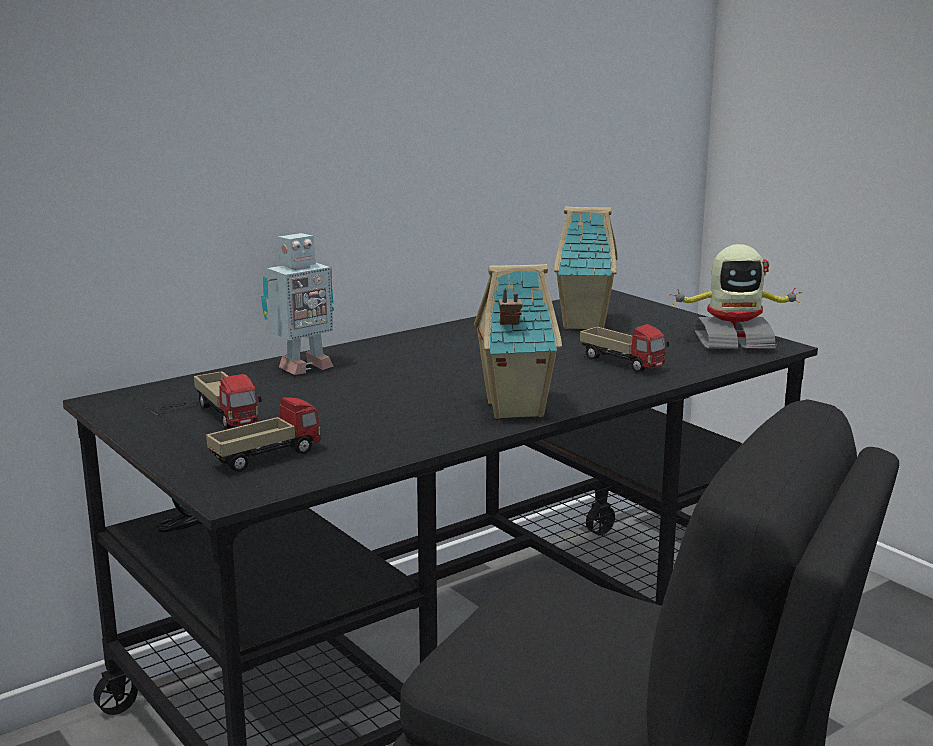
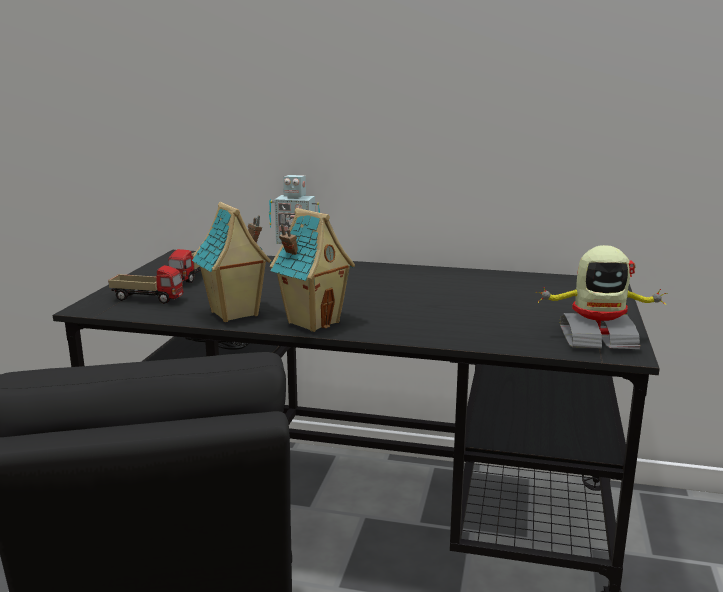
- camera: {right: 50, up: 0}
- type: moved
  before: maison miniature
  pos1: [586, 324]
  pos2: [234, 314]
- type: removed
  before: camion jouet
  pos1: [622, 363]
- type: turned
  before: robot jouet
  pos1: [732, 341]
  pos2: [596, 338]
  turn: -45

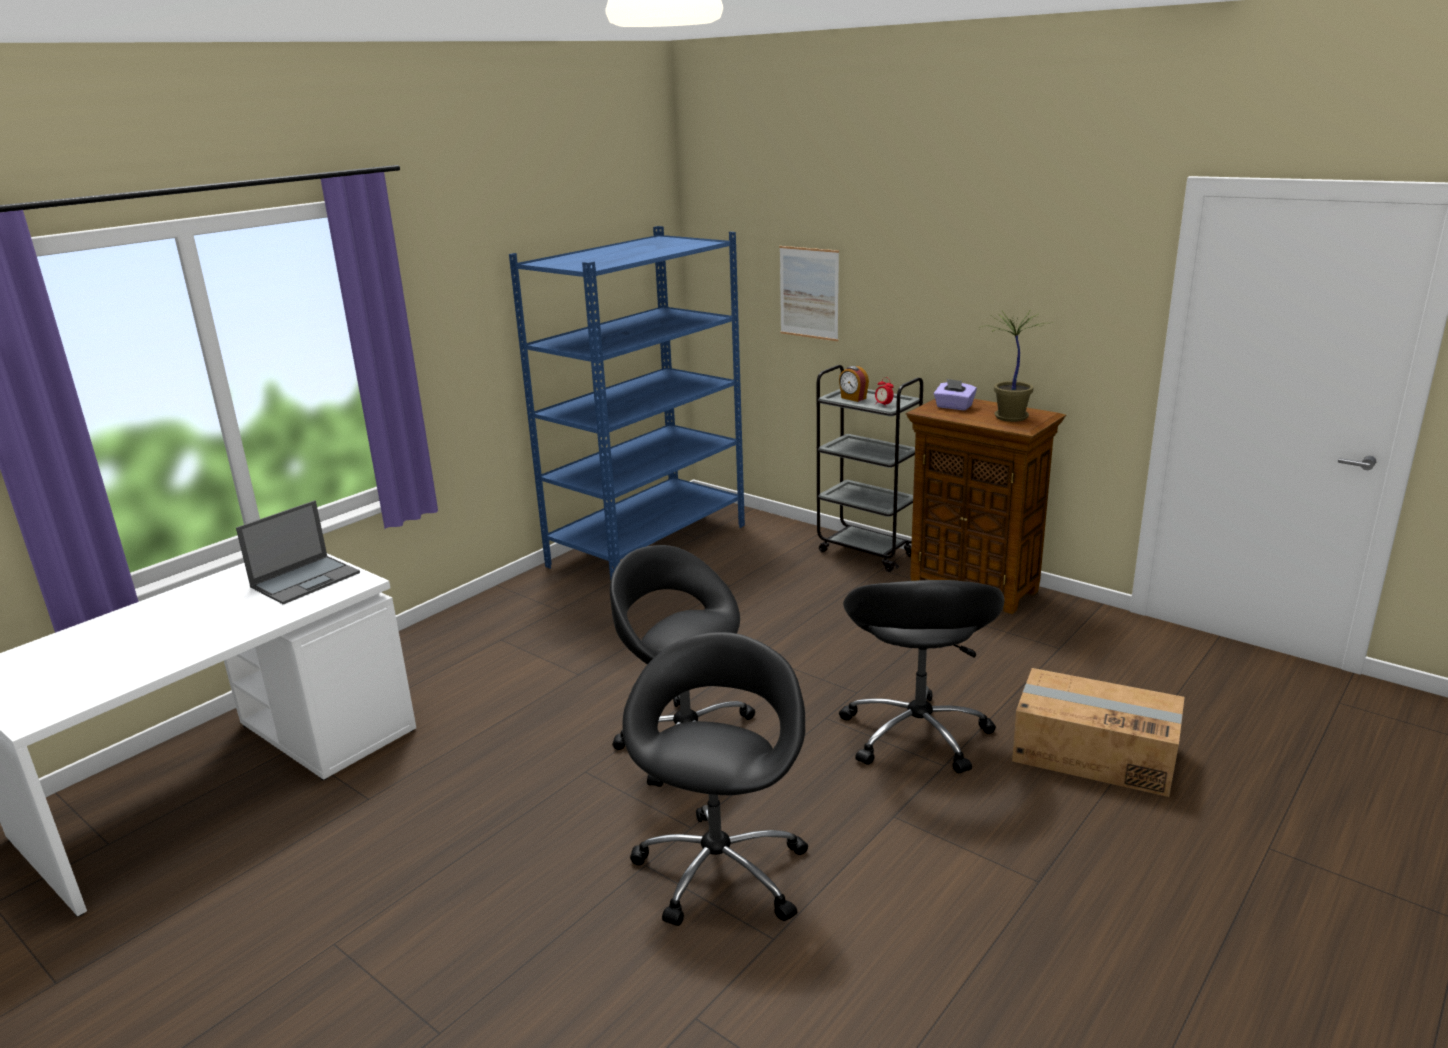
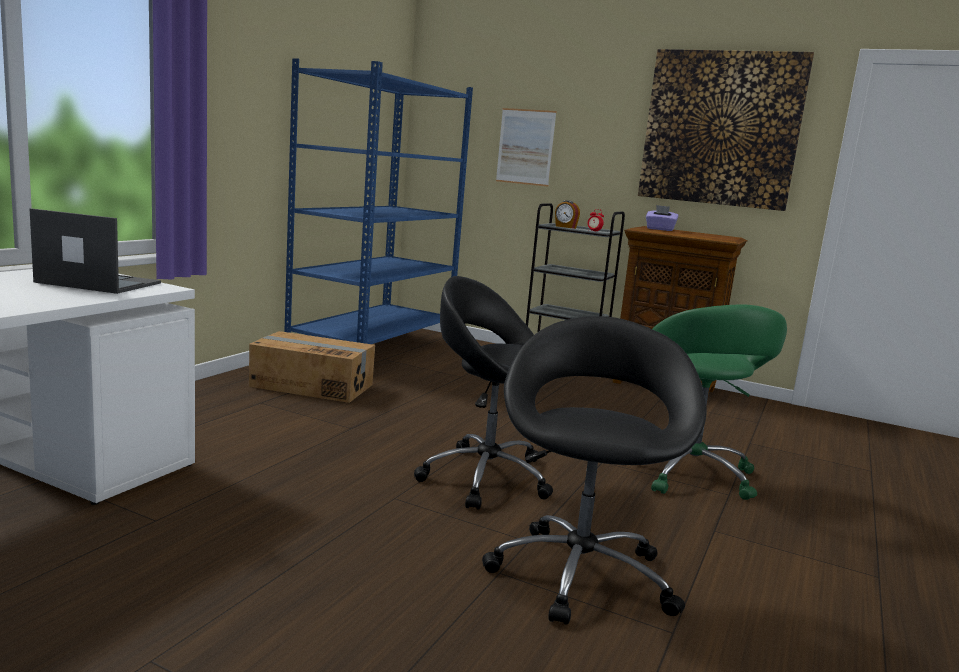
- camera: {right: -15, up: -10}
- type: turned
  before: ordinateur portable
  pos1: [306, 579]
  pos2: [97, 283]
  turn: -105
- type: recoloured
  before: chaise de bureau/noir
  after: chaise de bureau/vert
  pos1: [916, 737]
  pos2: [690, 475]
- type: removed
  before: plante en pot
  pos1: [1009, 417]
- type: moved
  before: carton
  pos1: [1094, 753]
  pos2: [312, 385]
- type: added
  after: tableau
  pos2: [720, 129]

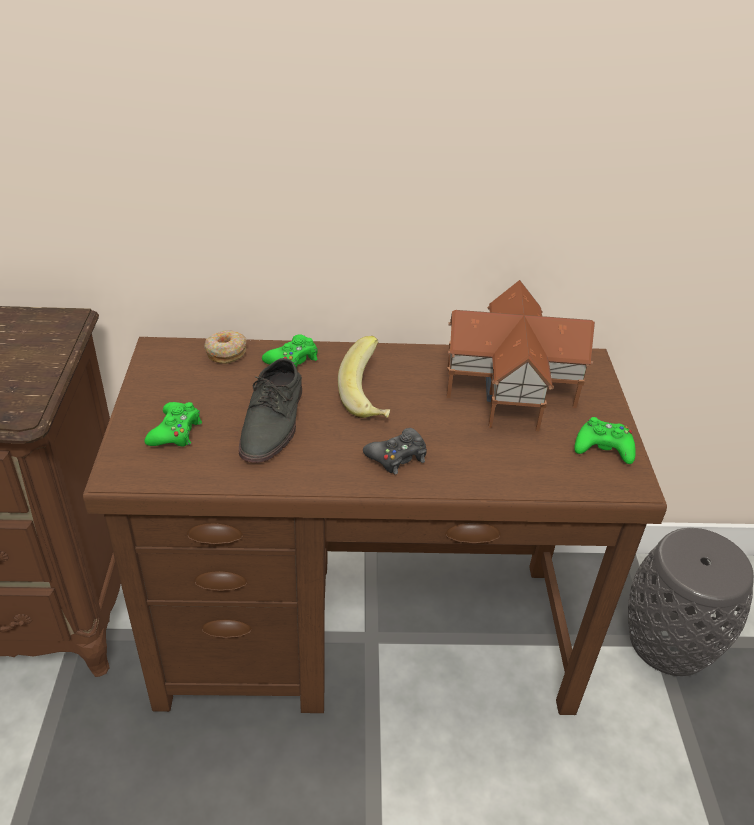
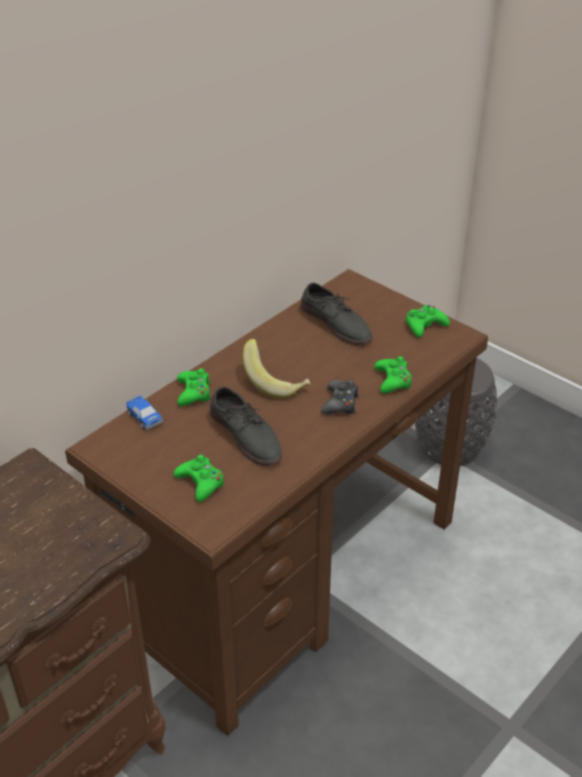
- camera: {right: -45, up: 0}
- type: replaced
  before: beignet
  after: petite voiture
  pos1: [226, 352]
  pos2: [144, 418]
- type: replaced
  before: maison miniature
  after: chaussure/gris
  pos1: [512, 386]
  pos2: [336, 323]
- type: added
  after: manette/vert
  pos2: [393, 380]

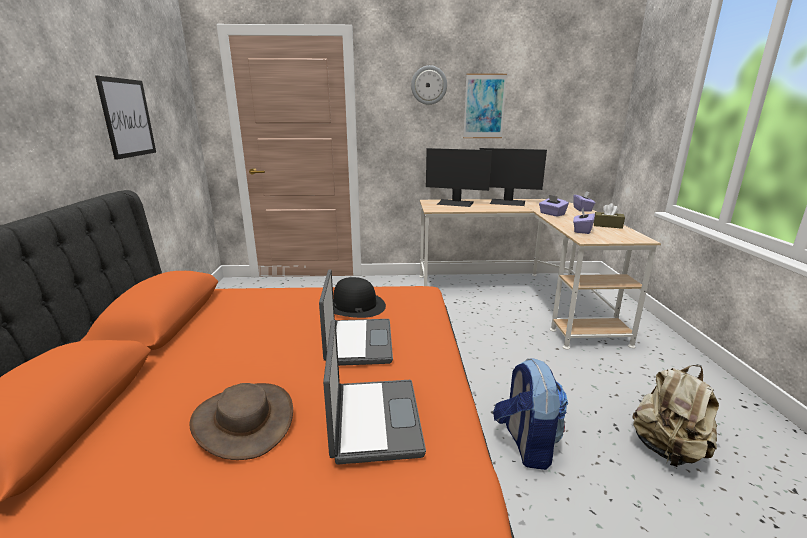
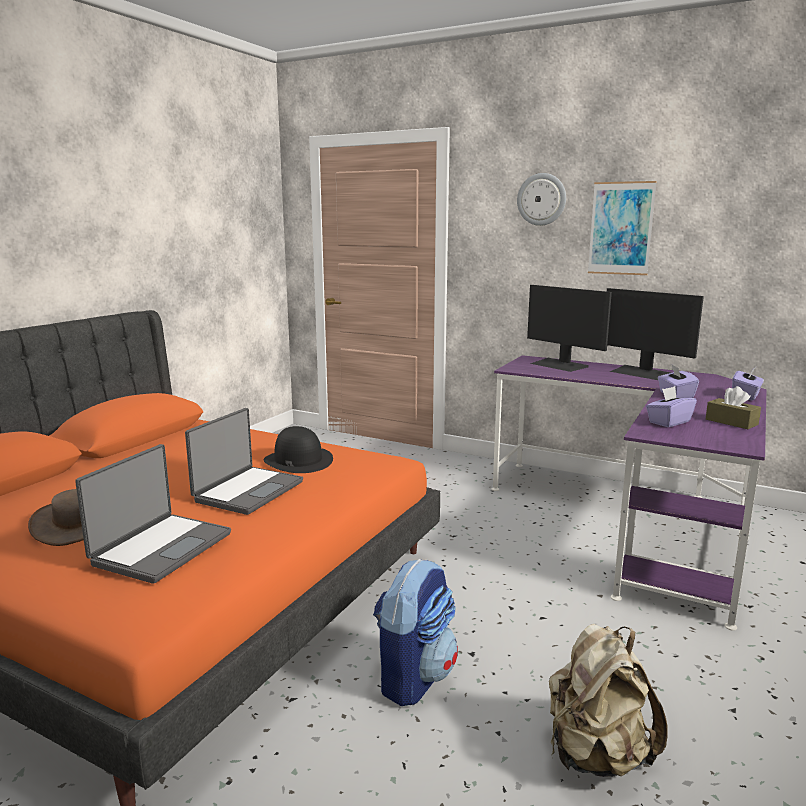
- camera: {right: 30, up: -5}
- type: removed
  before: tableau
  pos1: [127, 118]
- type: recoloured
  before: bureau/beige
  after: bureau/violet
  pos1: [521, 297]
  pos2: [634, 521]

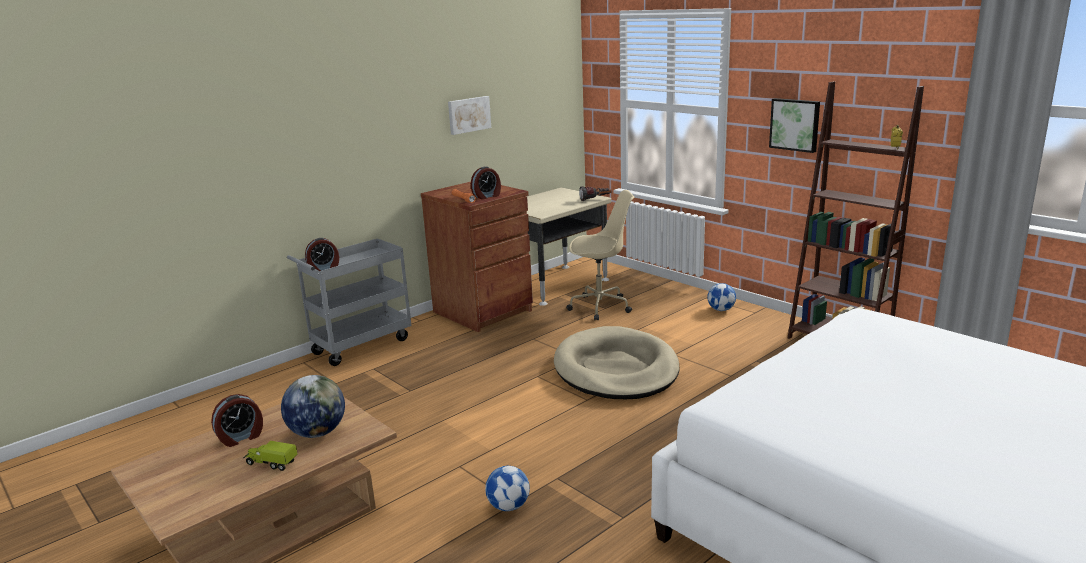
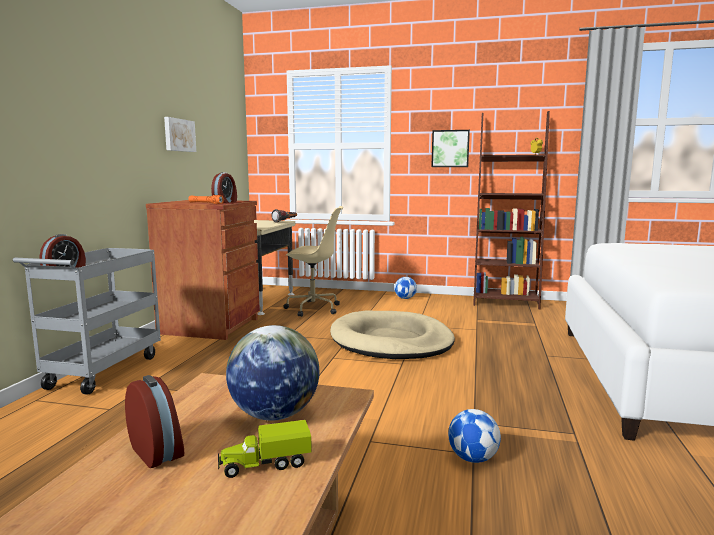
- camera: {right: -35, up: -10}
- type: turned
  before: réveil
  pos1: [241, 437]
  pos2: [158, 451]
  turn: -60
- type: turned
  before: chaise de bureau/beige
  pos1: [601, 307]
  pos2: [315, 309]
  turn: 45

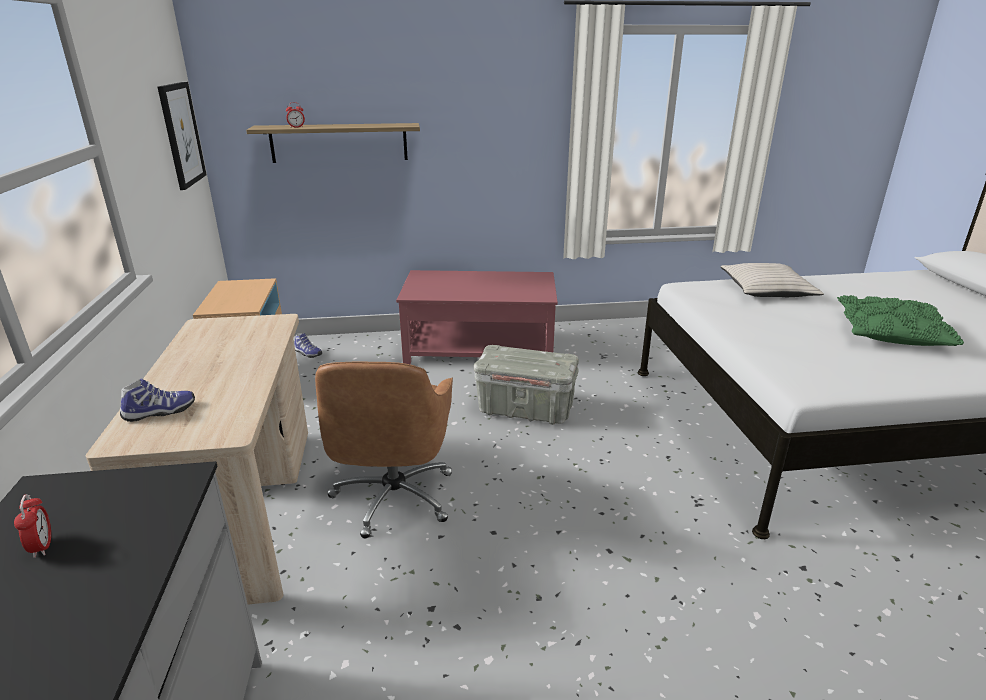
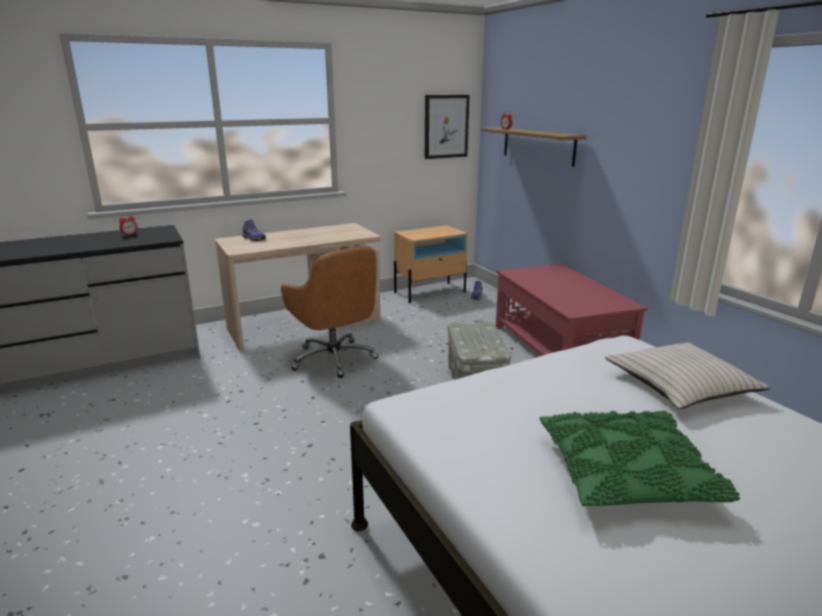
- camera: {right: 70, up: -5}
- type: turned
  before: chaise de bureau/marron
  pos1: [393, 497]
  pos2: [333, 359]
  turn: -105

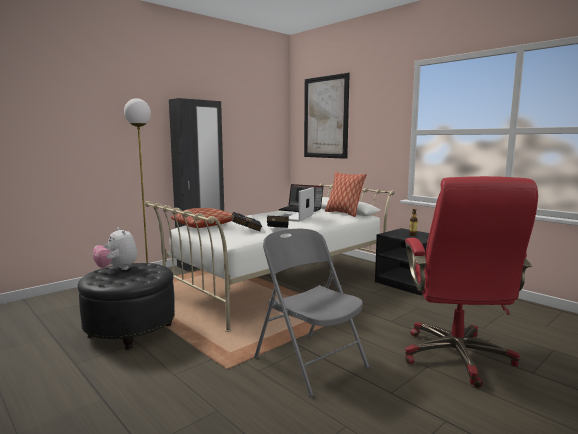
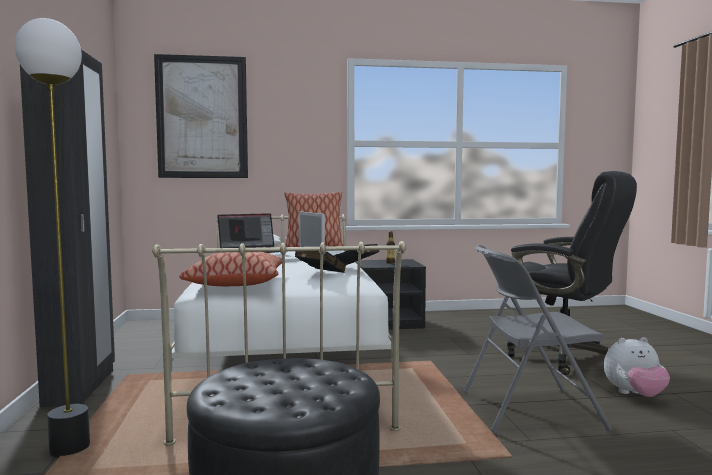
- camera: {right: -55, up: -5}
- type: moved
  before: peluche
  pos1: [117, 269]
  pos2: [634, 395]
- type: recoloured
  before: chaise de bureau/rouge
  after: chaise de bureau/noir
  pos1: [454, 354]
  pos2: [561, 356]

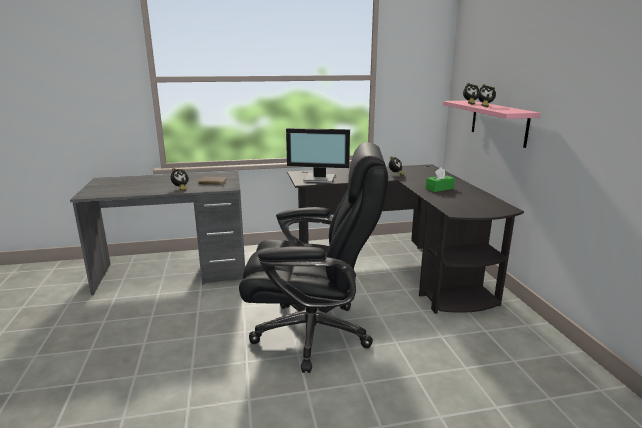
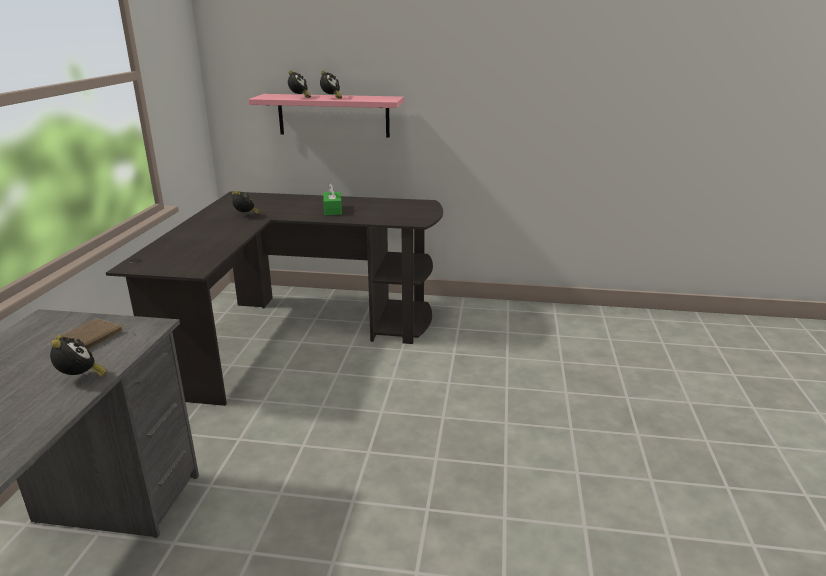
- camera: {right: -70, up: 5}
- type: removed
  before: chaise de bureau/noir
  pos1: [312, 333]
- type: removed
  before: écran d'ordinateur
  pos1: [320, 179]

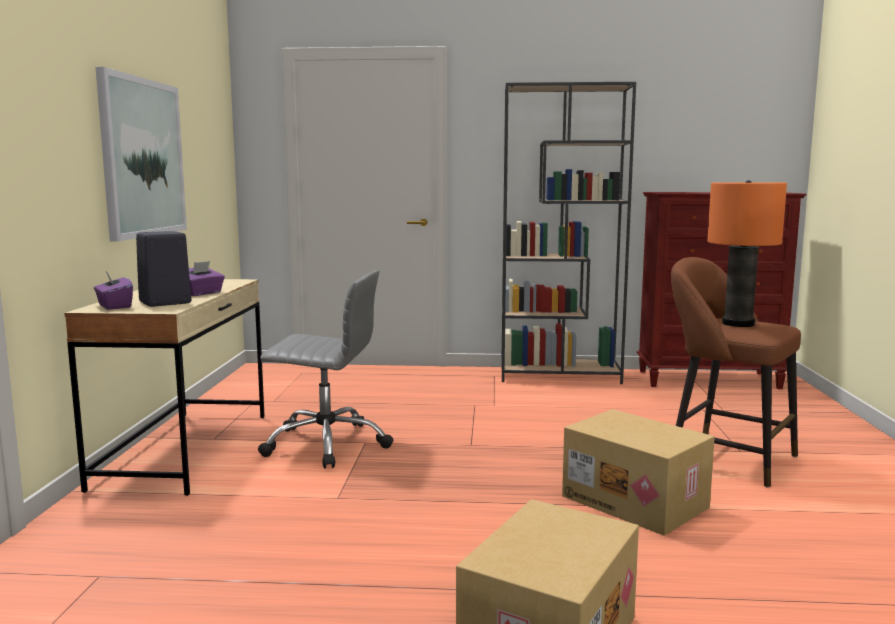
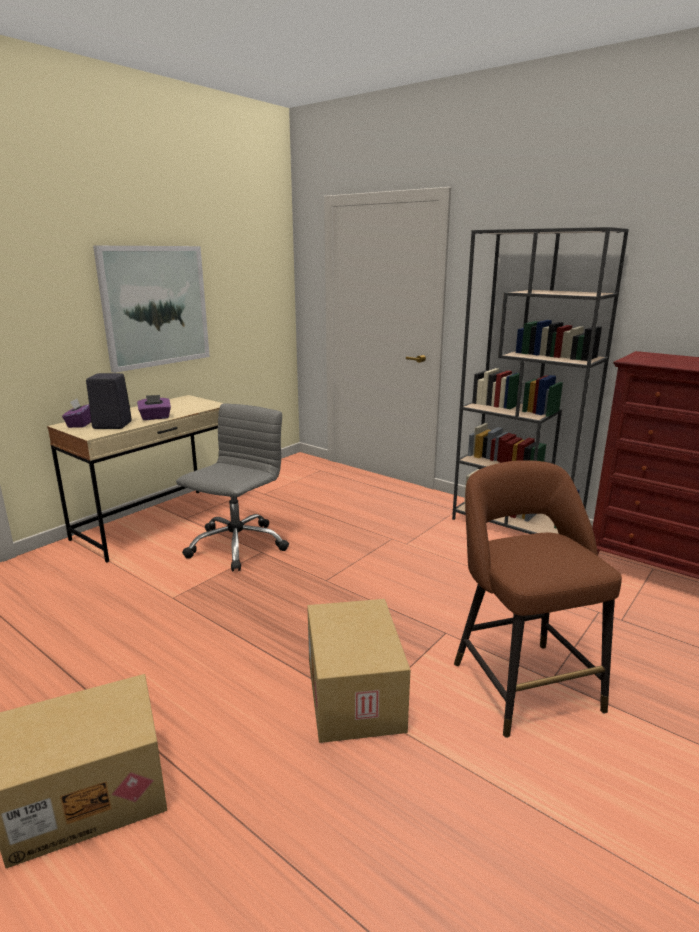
- camera: {right: 35, up: 10}
- type: turned
  before: chaise de bureau/gris
  pos1: [327, 444]
  pos2: [237, 545]
  turn: -105
- type: removed
  before: lampe de table/orange
  pos1: [737, 324]

